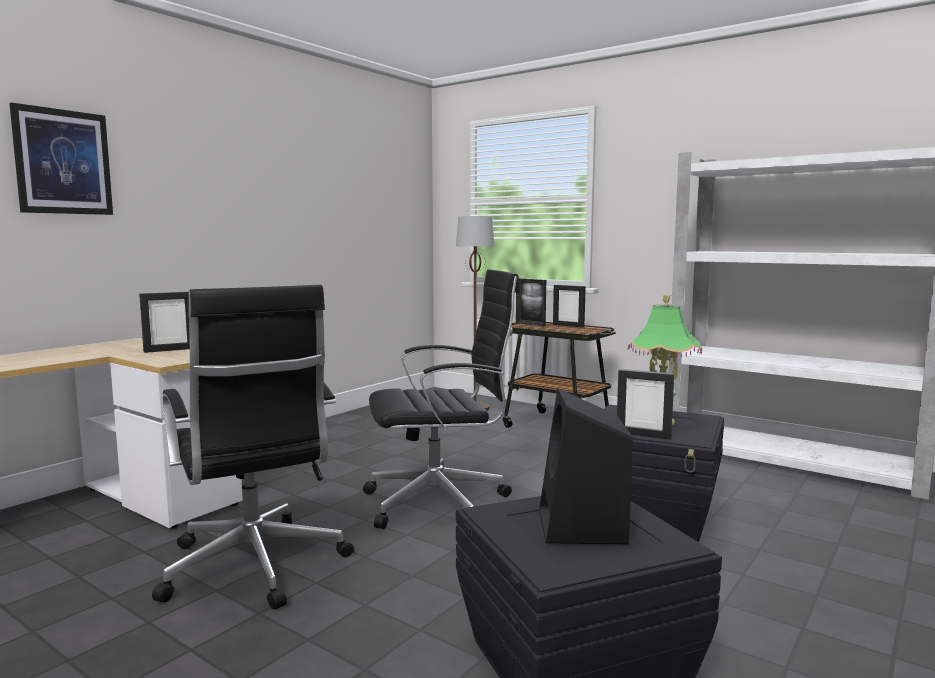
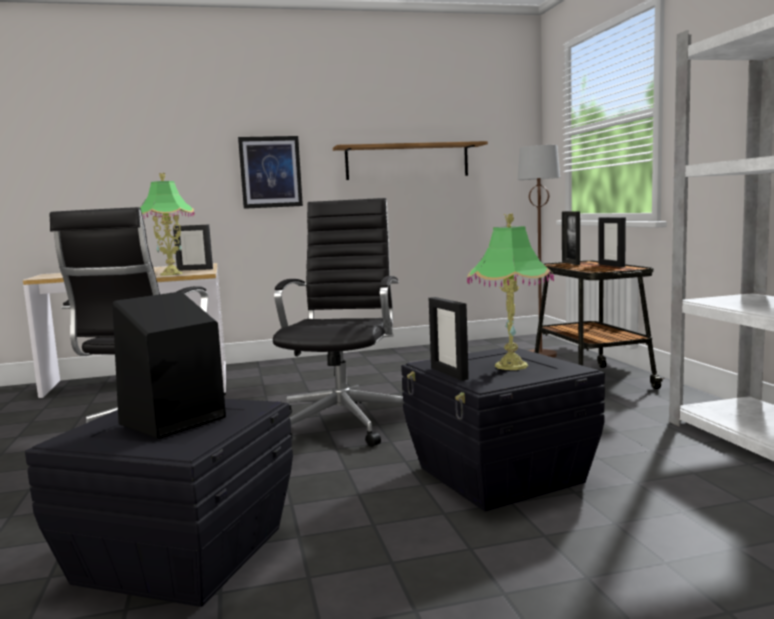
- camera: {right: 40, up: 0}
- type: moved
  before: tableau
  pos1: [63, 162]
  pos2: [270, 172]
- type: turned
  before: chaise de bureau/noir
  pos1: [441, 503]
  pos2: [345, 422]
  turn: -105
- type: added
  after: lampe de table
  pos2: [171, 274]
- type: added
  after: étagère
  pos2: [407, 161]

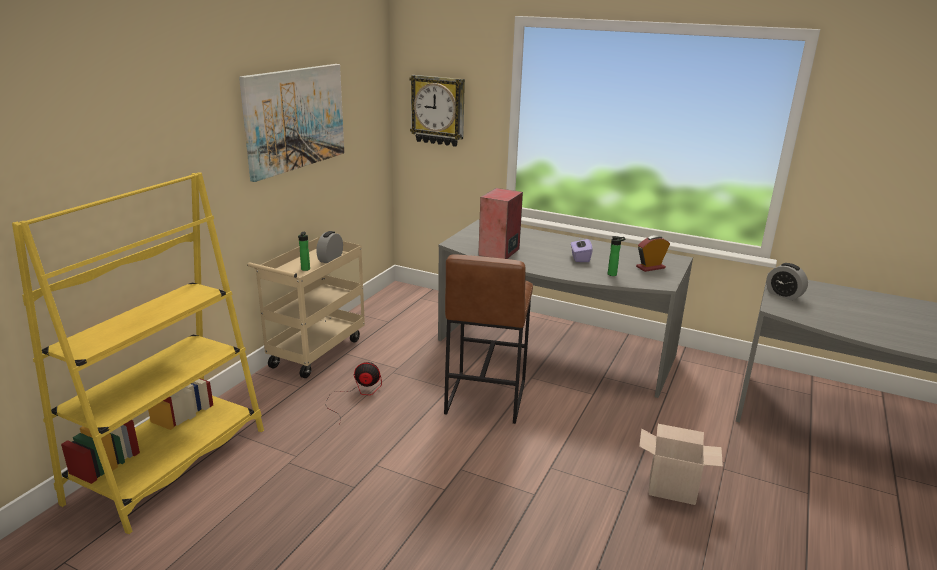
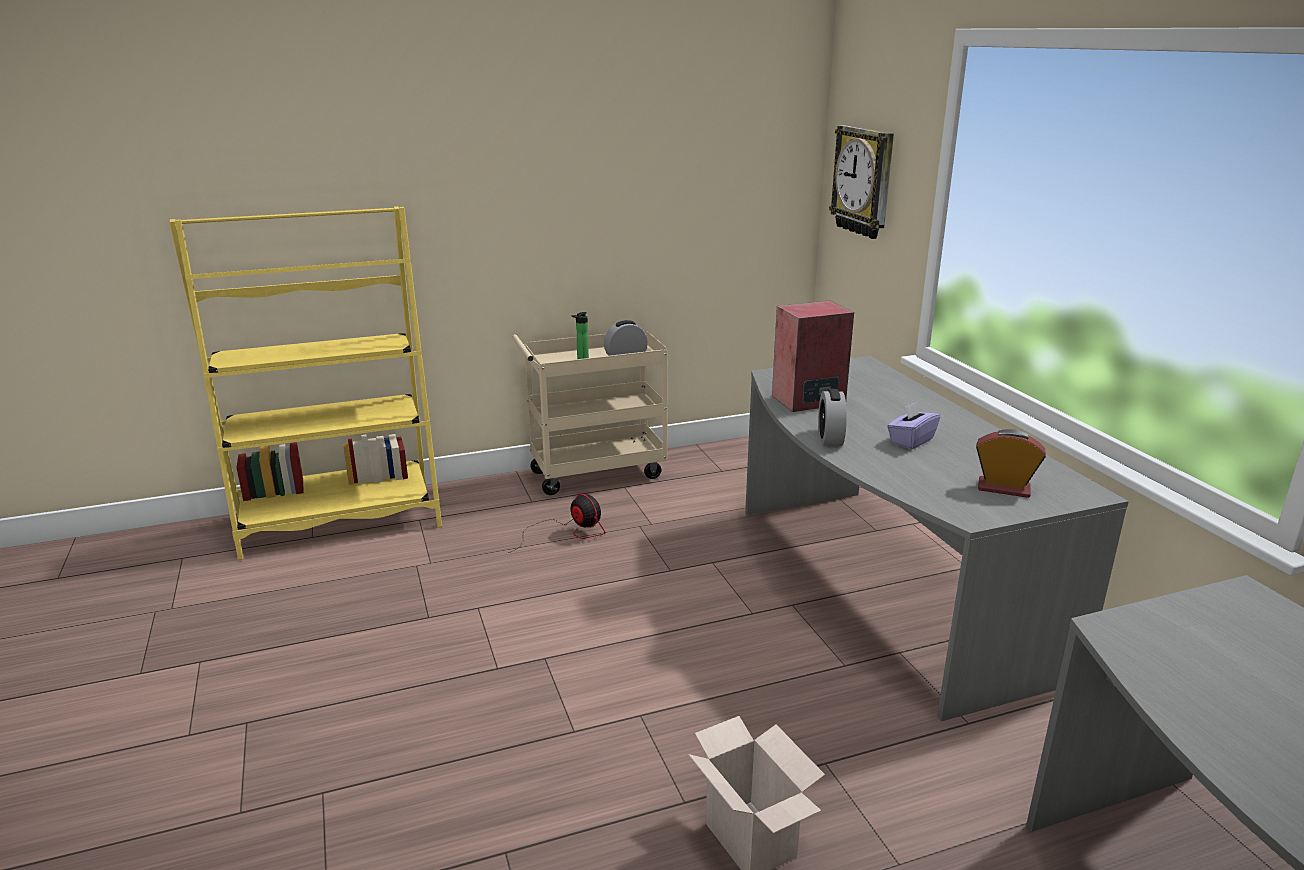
- camera: {right: 45, up: 0}
- type: removed
  before: tableau
  pos1: [295, 119]
- type: removed
  before: tabouret/marron
  pos1: [485, 398]
- type: removed
  before: bouteille
  pos1: [613, 274]
- type: moved
  before: réveil
  pos1: [783, 295]
  pos2: [830, 438]

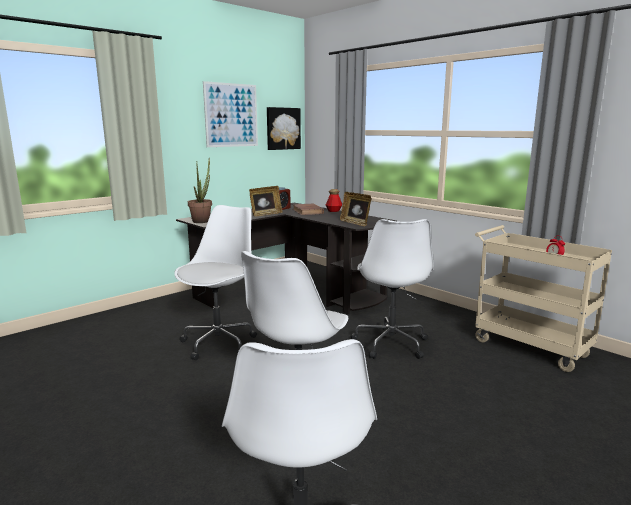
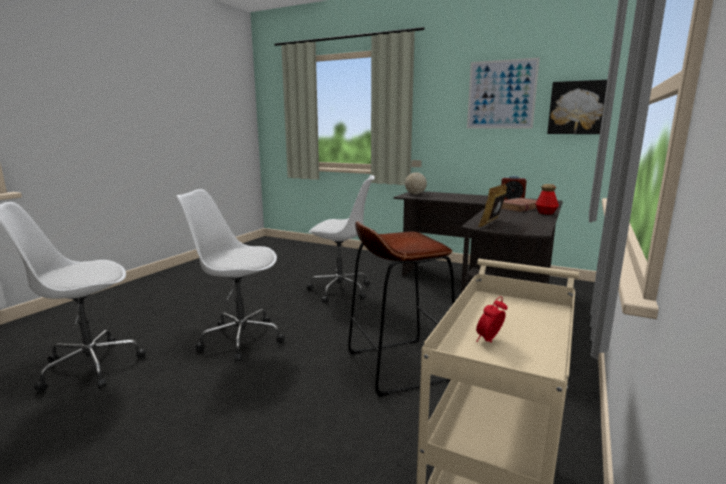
- camera: {right: 70, up: 0}
- type: replaced
  before: plante en pot
  after: globe
  pos1: [202, 220]
  pos2: [415, 194]
- type: removed
  before: cadre photo
  pos1: [266, 214]
- type: replaced
  before: chaise de bureau/blanc
  after: tabouret/marron
  pos1: [391, 345]
  pos2: [399, 365]

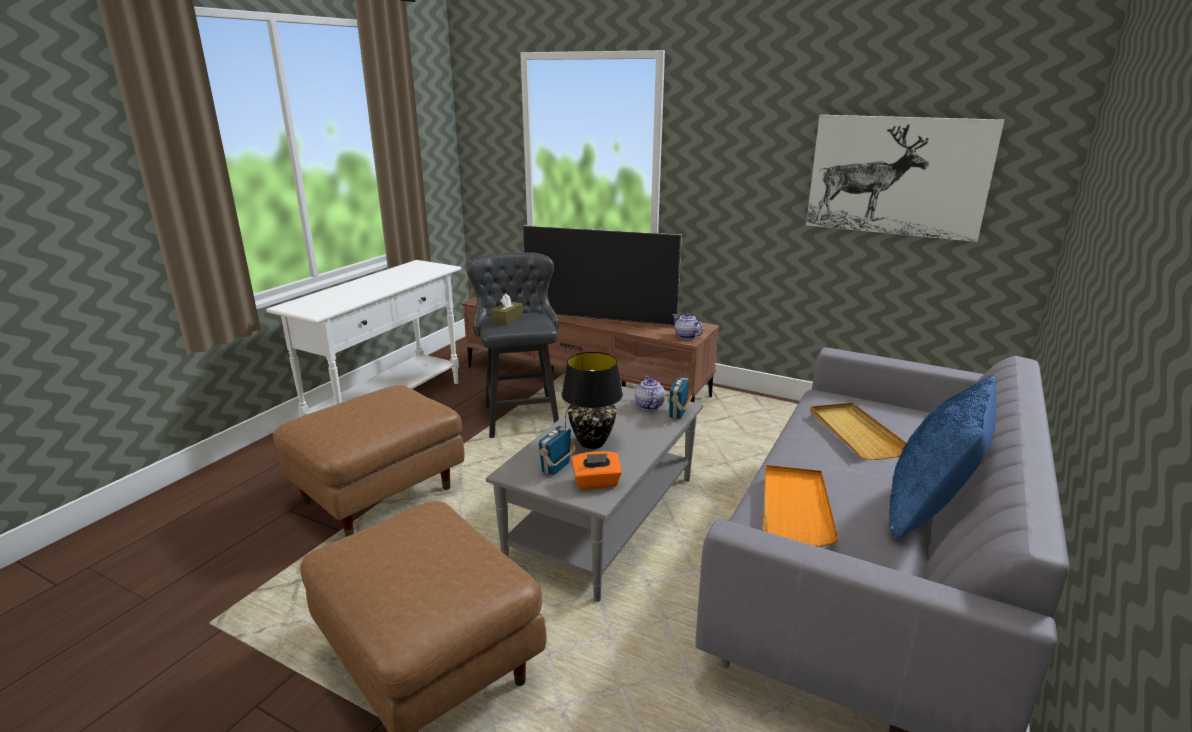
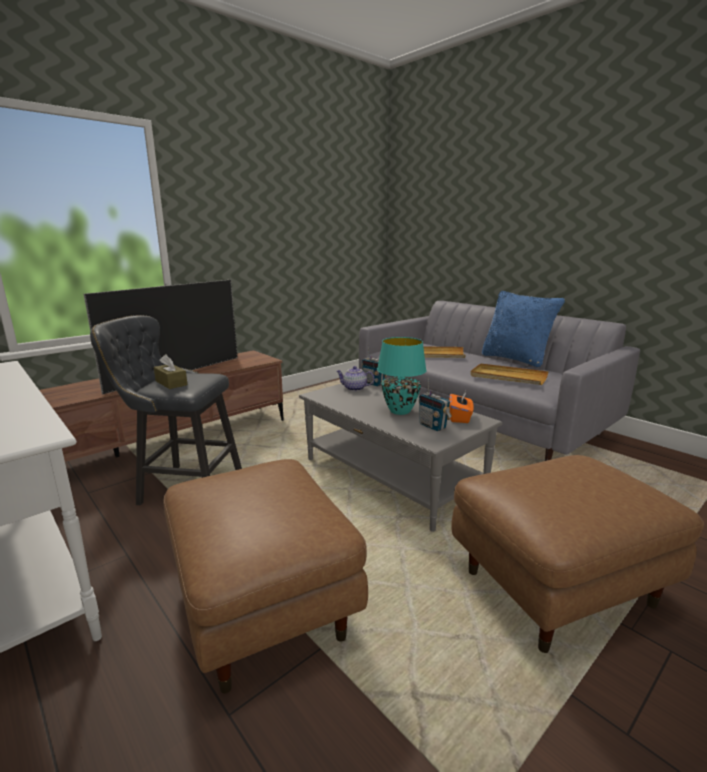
- camera: {right: -70, up: -5}
- type: recoloured
  before: lampe de table/noir
  after: lampe de table/turquoise
  pos1: [591, 443]
  pos2: [400, 411]
- type: removed
  before: théière
  pos1: [685, 336]
- type: recoloured
  before: plateau/orange
  after: plateau/beige
  pos1: [795, 507]
  pos2: [508, 377]
- type: removed
  before: tableau
  pos1: [897, 176]

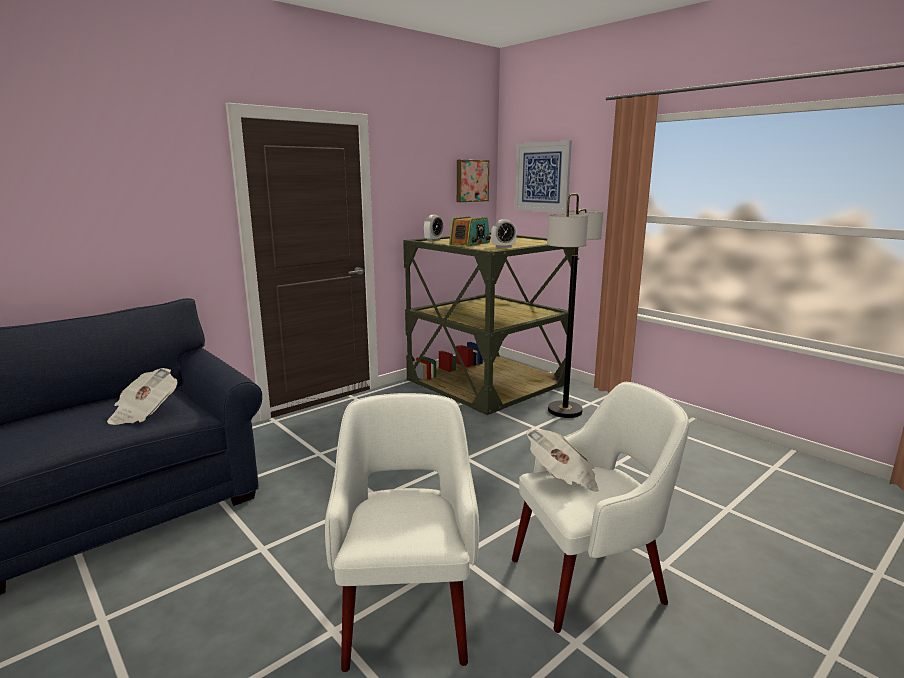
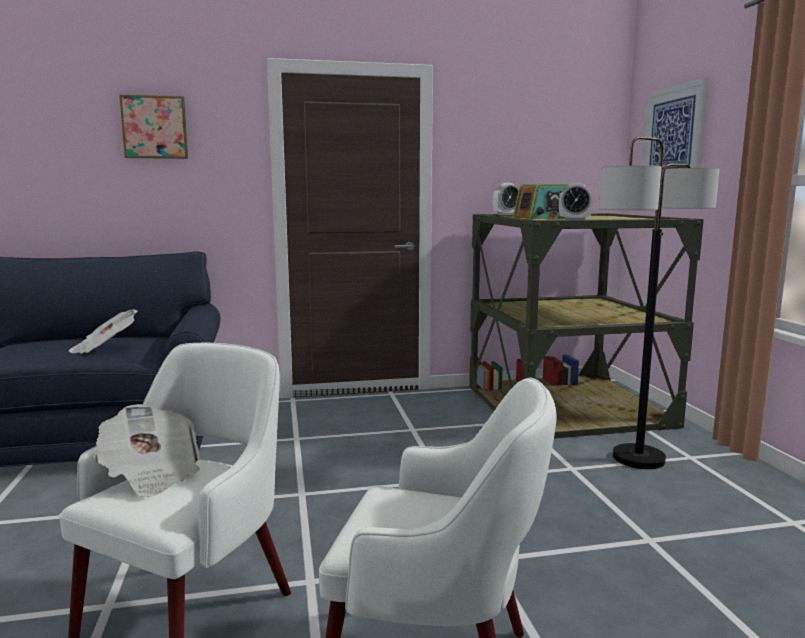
- camera: {right: 30, up: -5}
- type: moved
  before: tableau
  pos1: [471, 181]
  pos2: [155, 127]
- type: moved
  before: journal
  pos1: [562, 477]
  pos2: [151, 474]

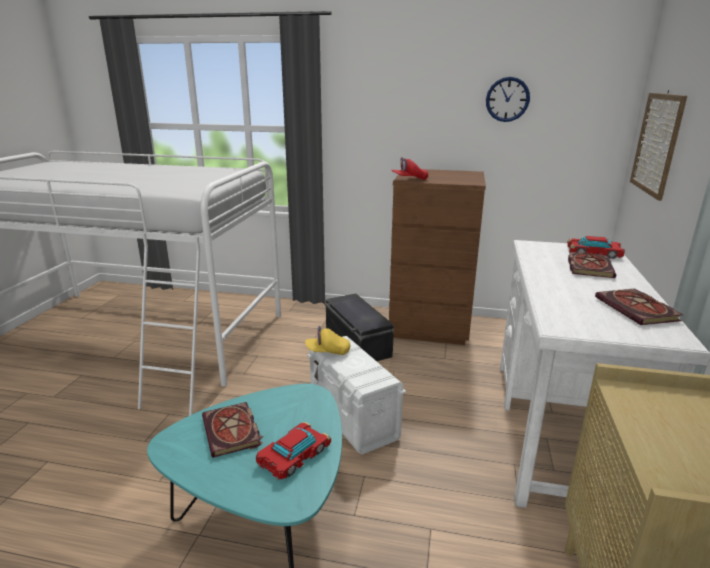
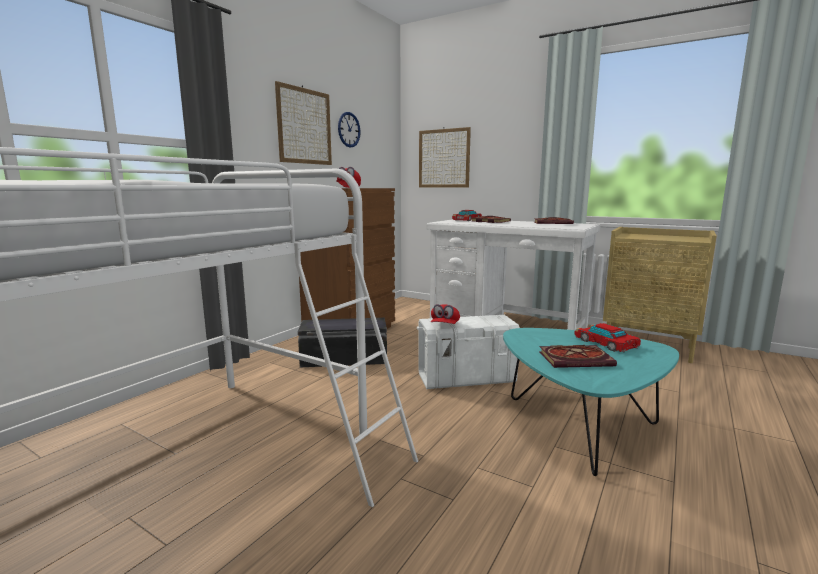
- camera: {right: -70, up: -10}
- type: recoloured
  before: casquette/jaune
  after: casquette/rouge
  pos1: [328, 351]
  pos2: [444, 326]
- type: added
  after: tableau
  pos2: [304, 125]

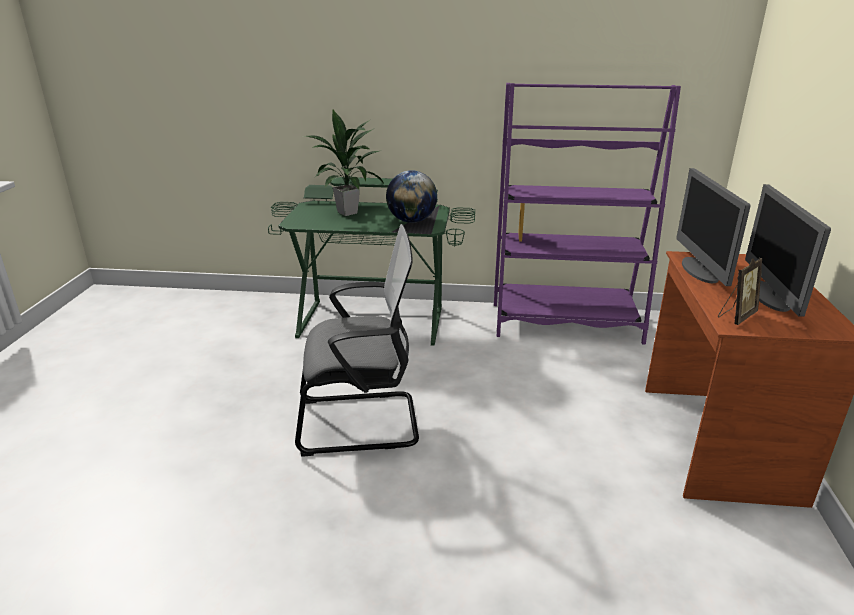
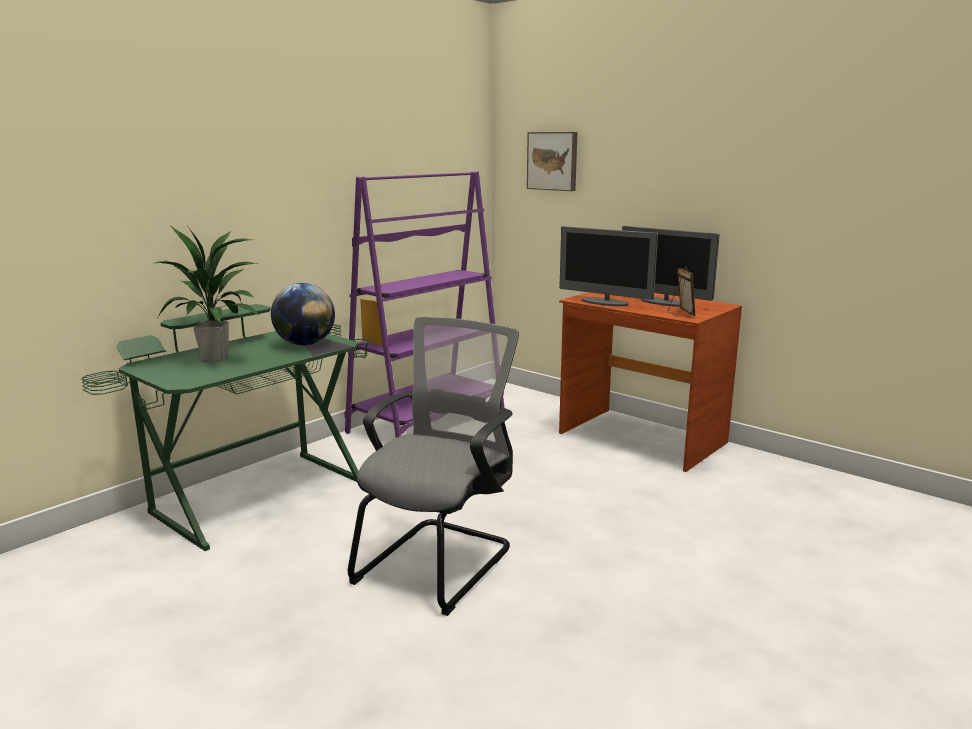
- camera: {right: -55, up: -10}
- type: added
  after: tableau
  pos2: [553, 161]

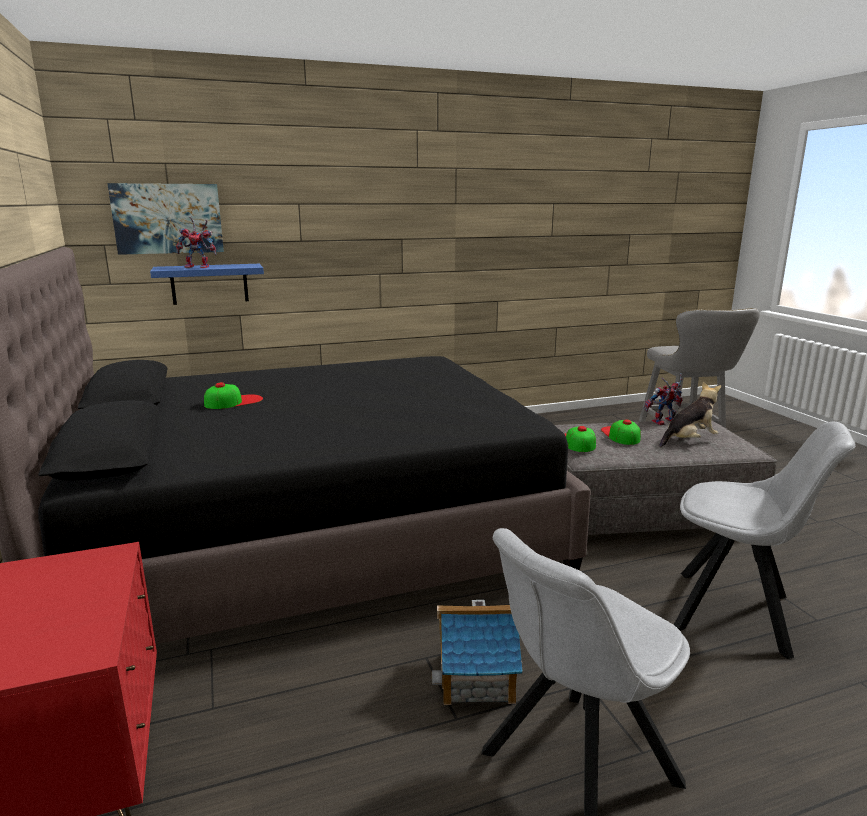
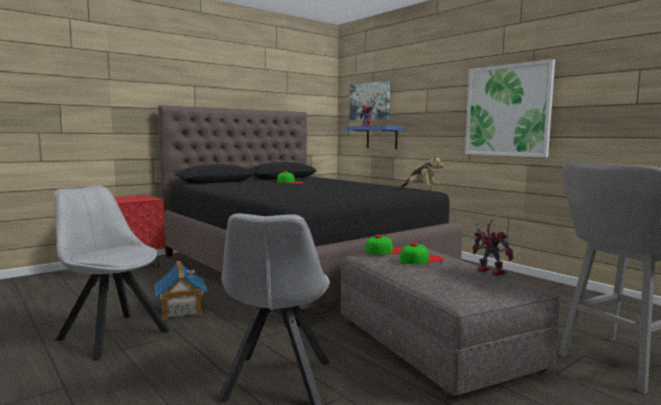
- camera: {right: 70, up: -10}
- type: moved
  before: peluche
  pos1: [689, 441]
  pos2: [421, 188]
- type: added
  after: tableau
  pos2: [507, 110]

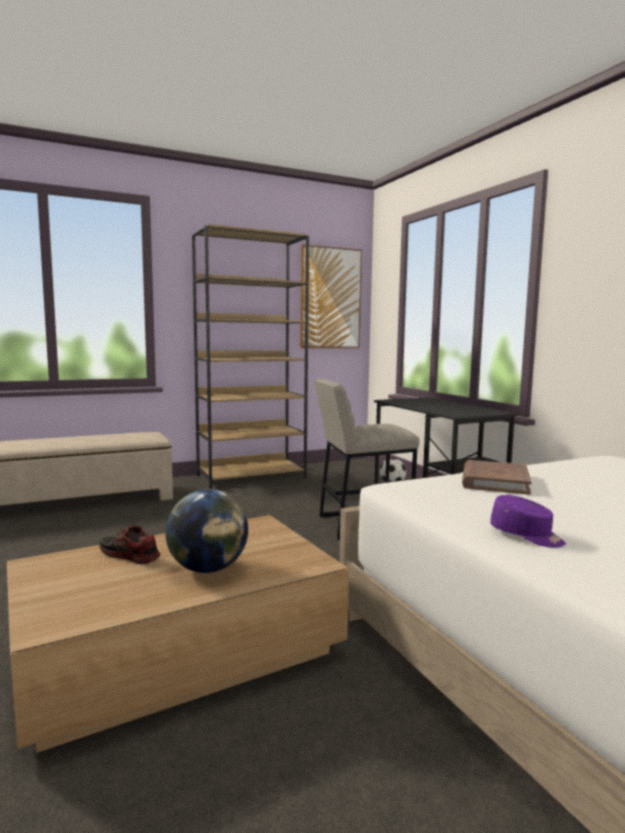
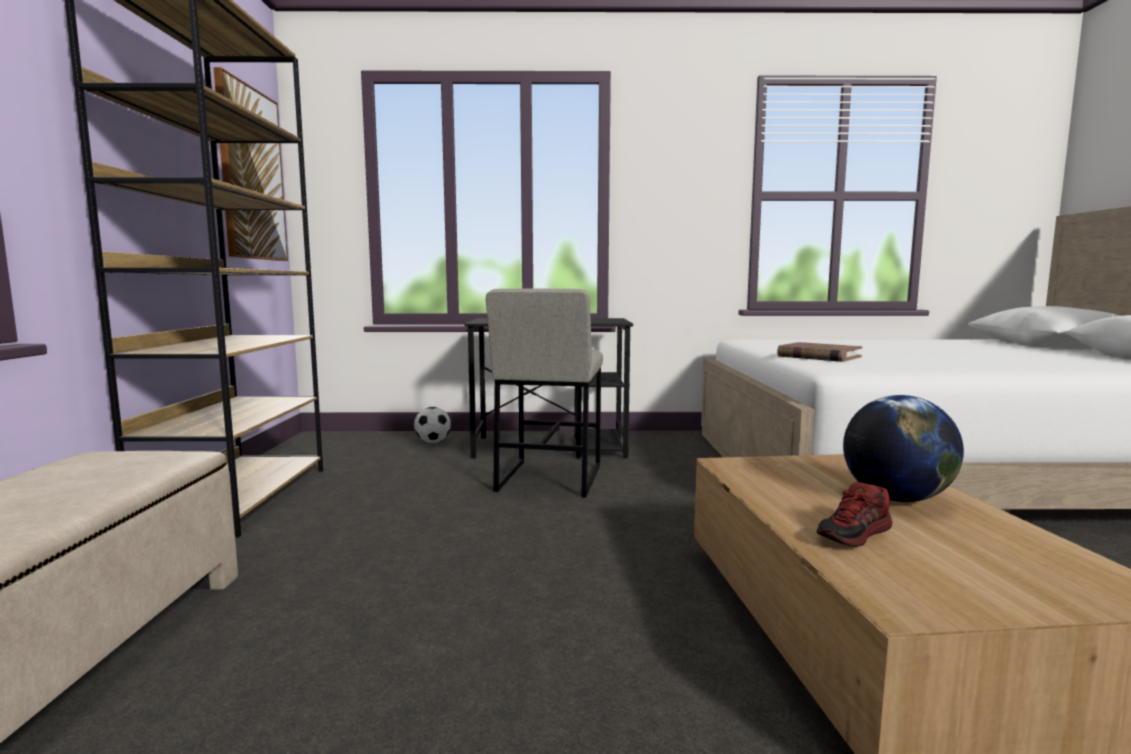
- camera: {right: -65, up: 0}
- type: removed
  before: casquette/violet
  pos1: [526, 535]

